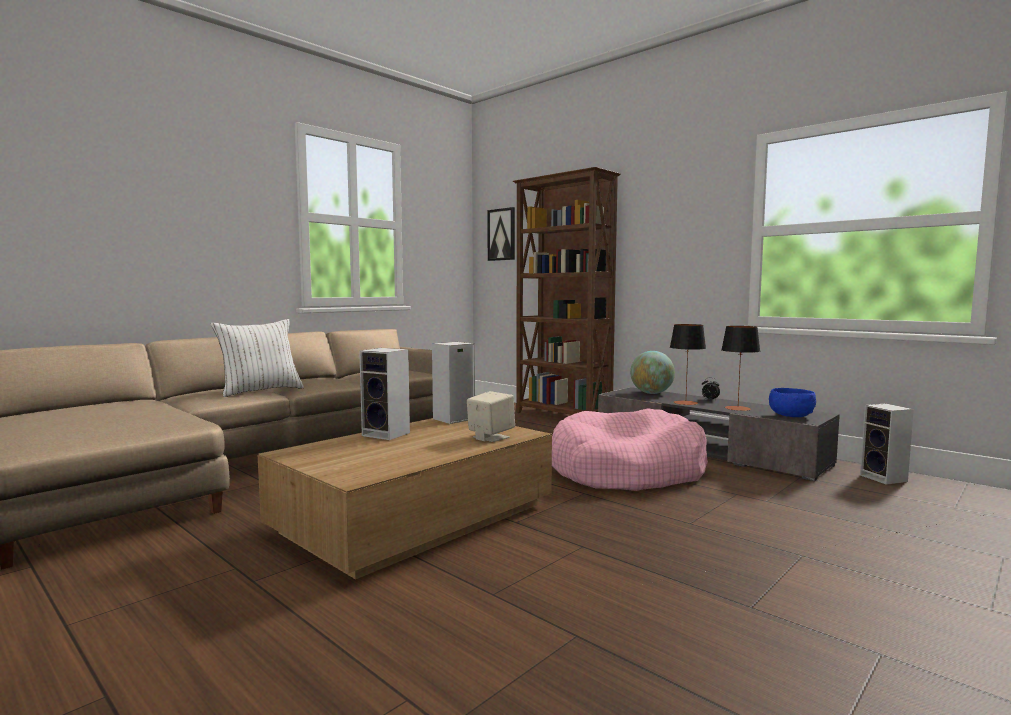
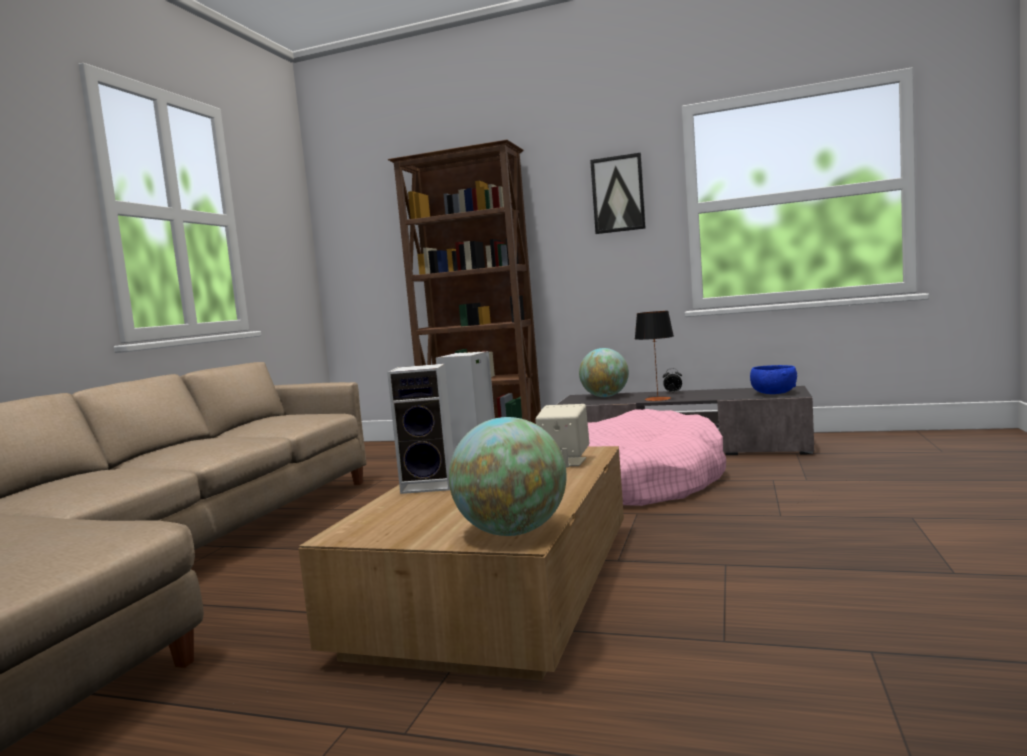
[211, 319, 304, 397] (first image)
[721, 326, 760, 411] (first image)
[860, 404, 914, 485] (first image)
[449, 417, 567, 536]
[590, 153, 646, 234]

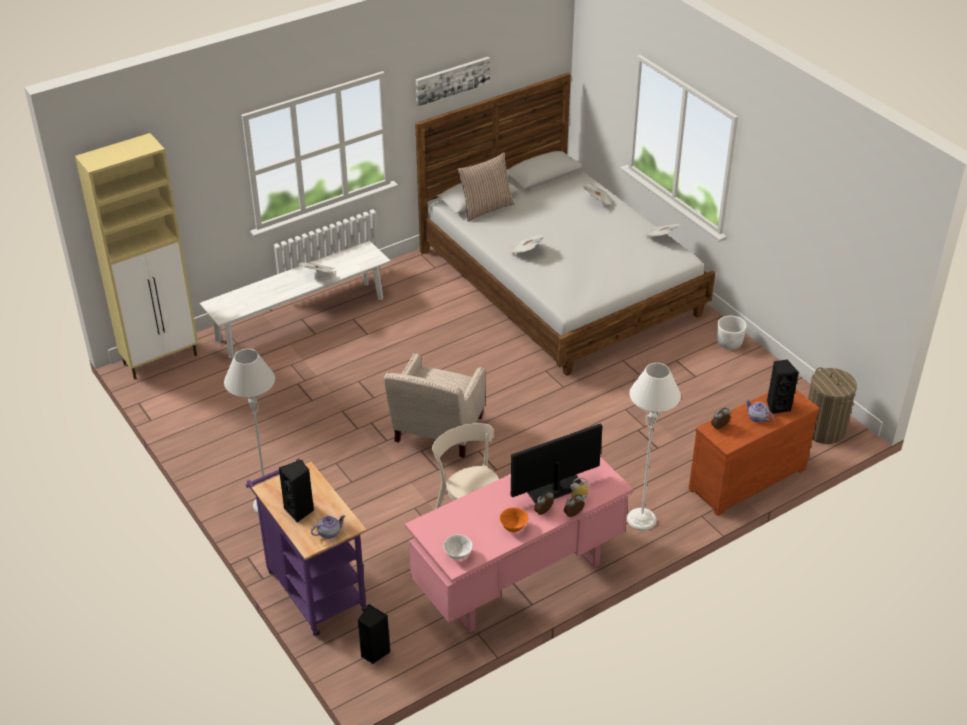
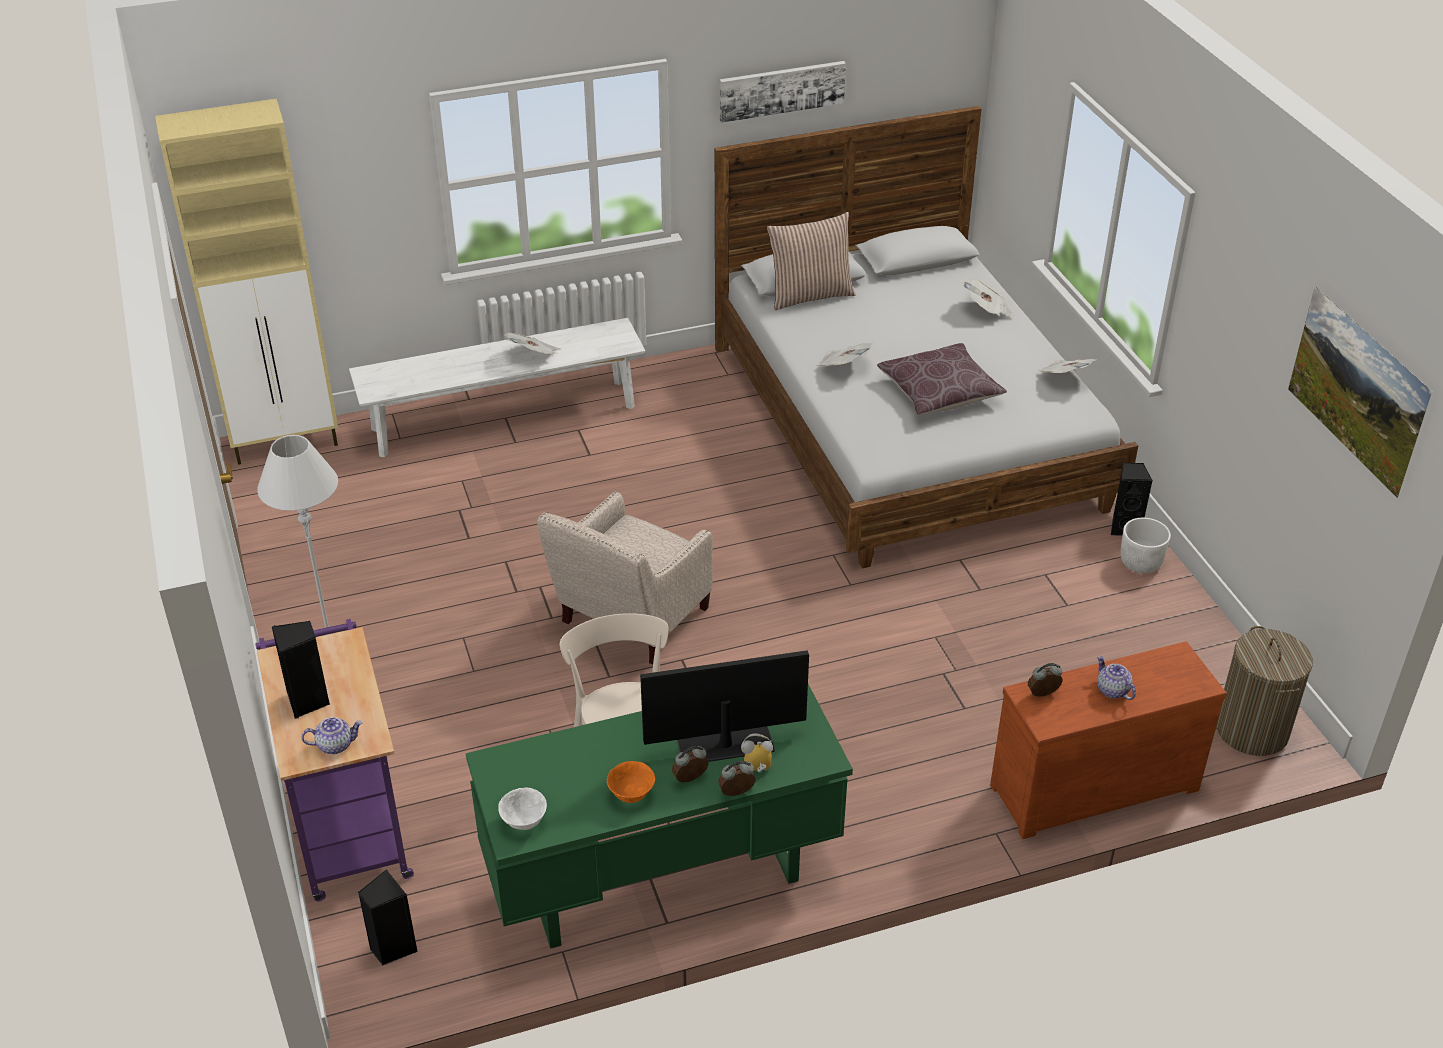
[627, 363, 681, 530] (first image)
[877, 343, 1007, 415]
[1288, 287, 1432, 498]
[1111, 462, 1153, 536]
[466, 684, 853, 948]

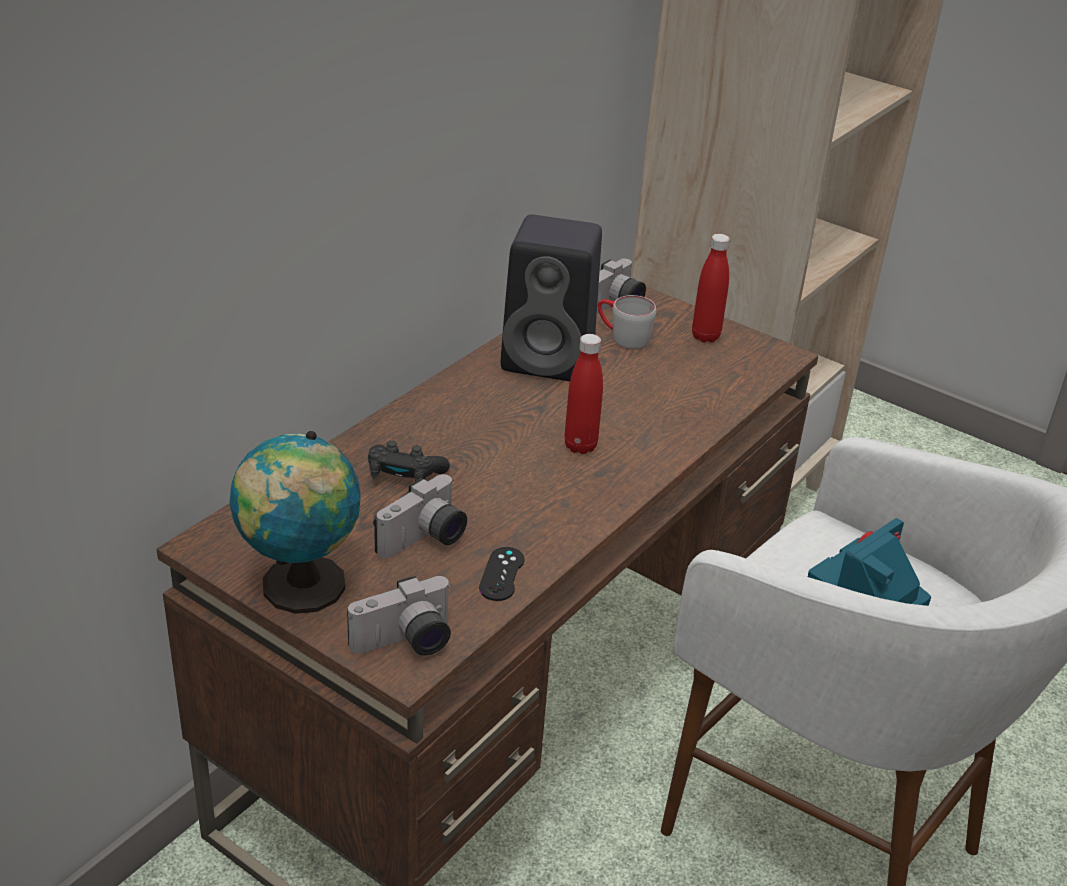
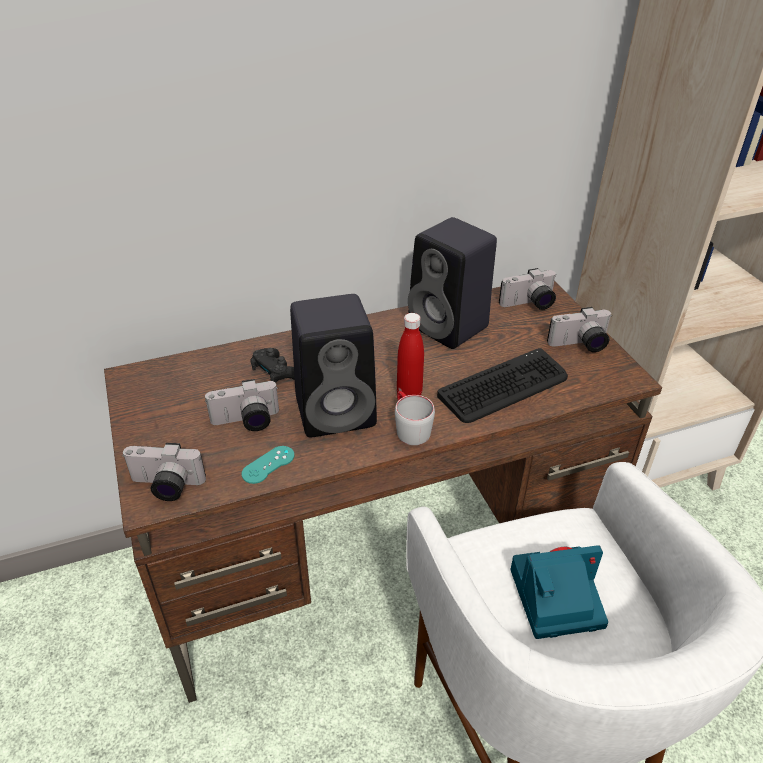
[229, 431, 361, 614] (first image)
[290, 294, 377, 437]
[437, 348, 568, 423]
[395, 391, 435, 445]
[547, 307, 612, 352]
[241, 446, 294, 484]

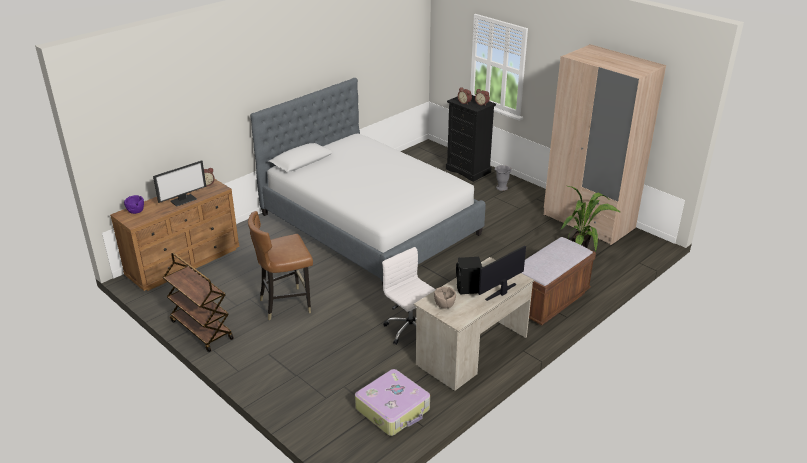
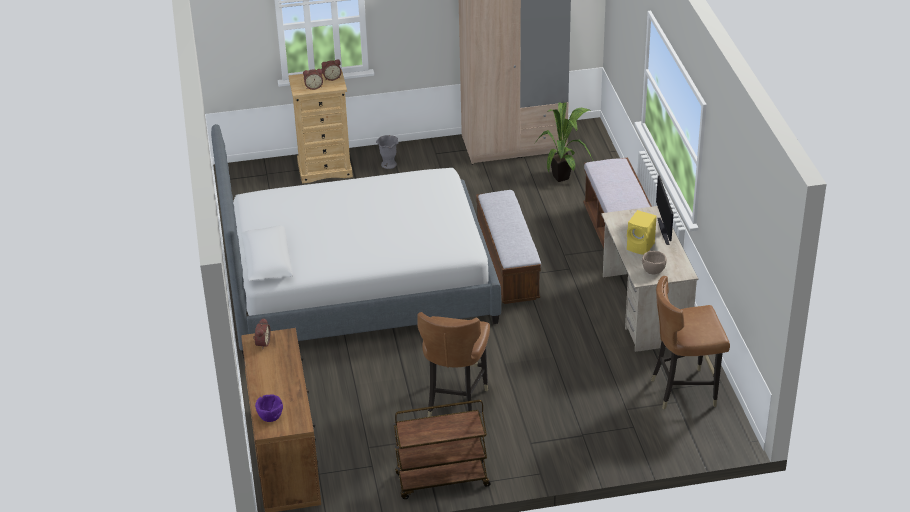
[153, 160, 206, 207] (first image)
[382, 247, 436, 345] (first image)
[476, 190, 541, 304]
[651, 276, 730, 409]
[288, 69, 353, 183]
[627, 210, 657, 255]

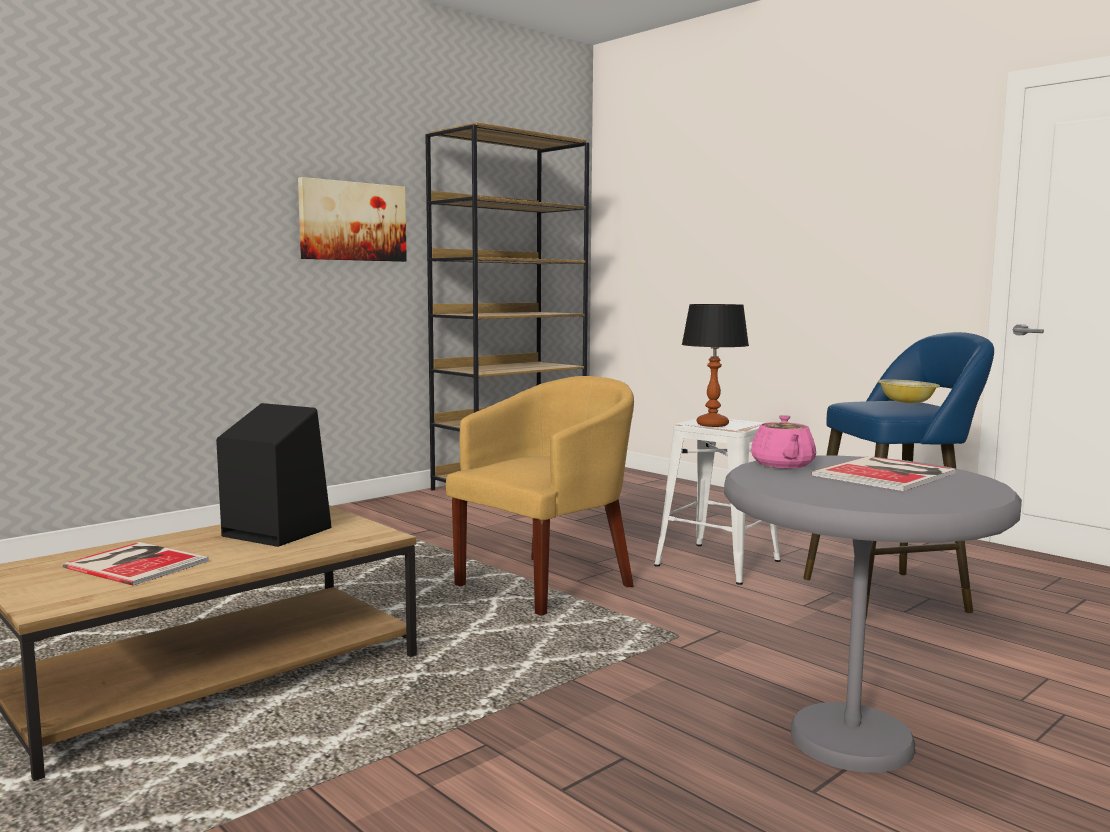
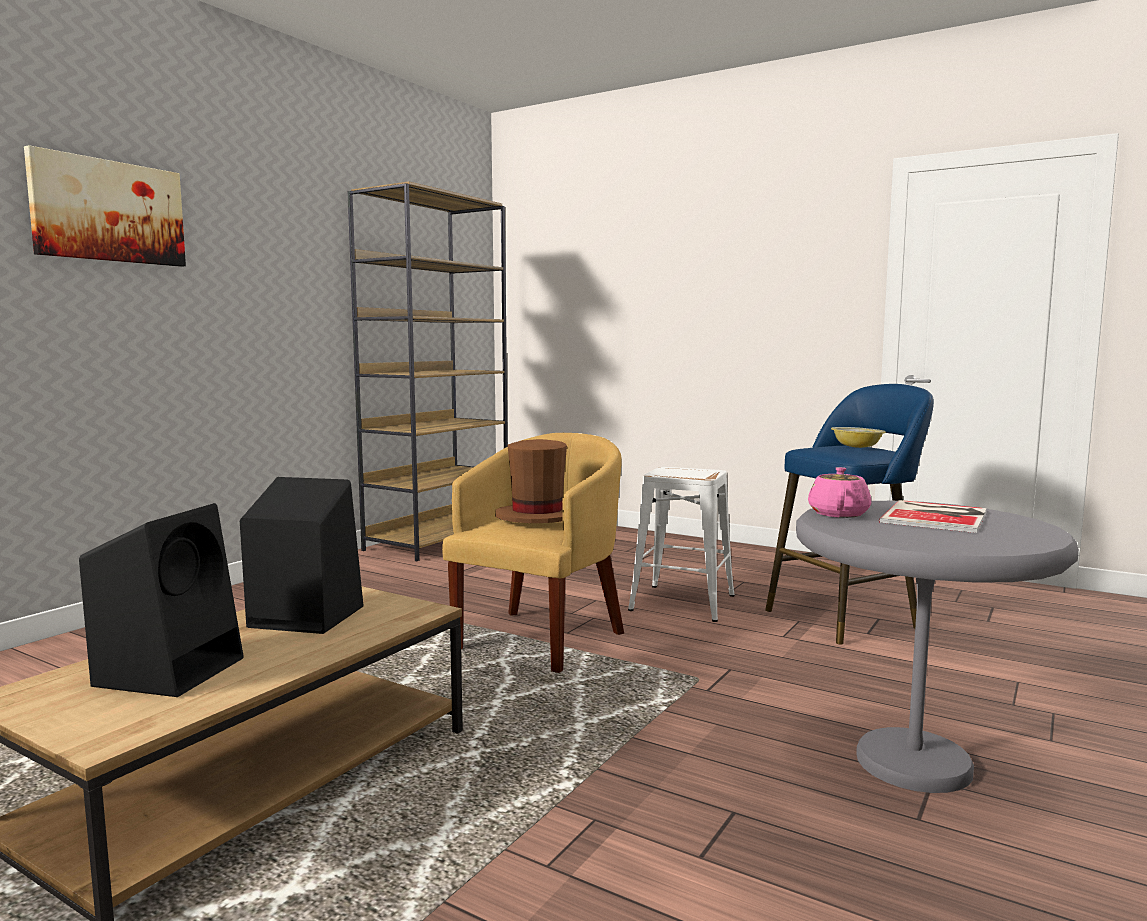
[682, 304, 749, 427] (first image)
[495, 439, 567, 523]
[24, 145, 186, 267]
[79, 503, 244, 697]
[808, 467, 871, 518]

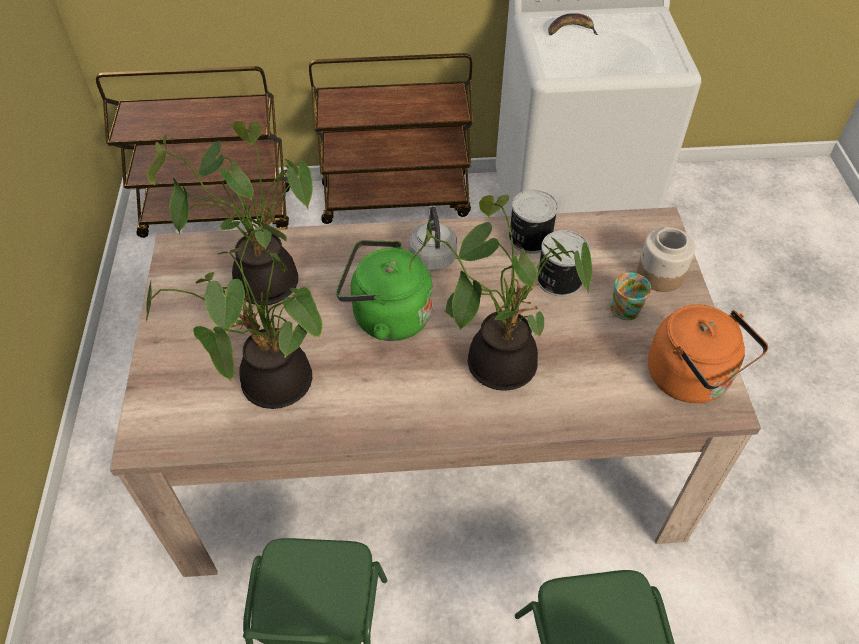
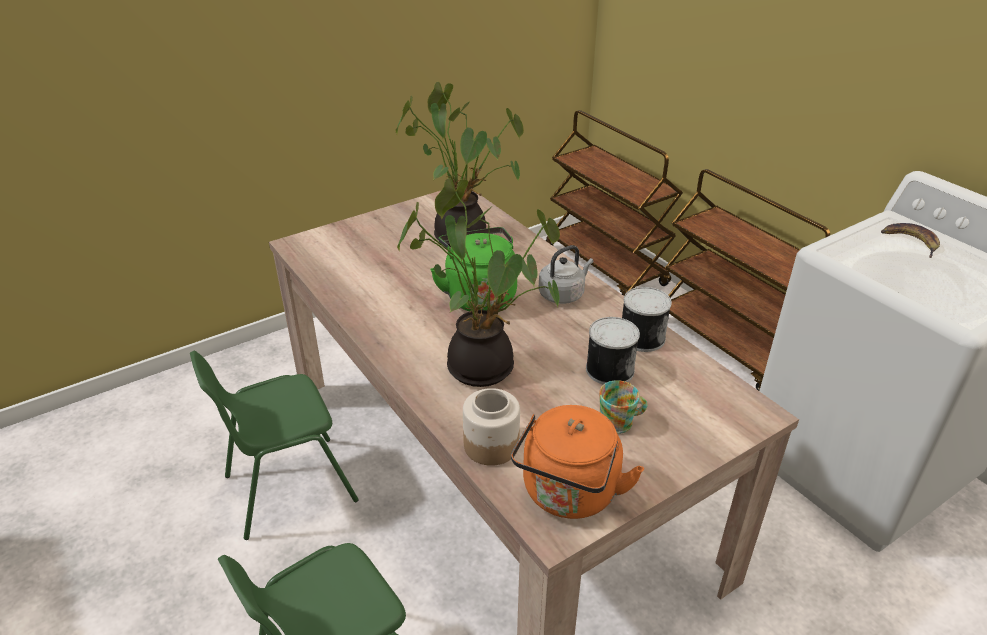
[146, 218, 323, 409] (first image)
[463, 388, 520, 466]

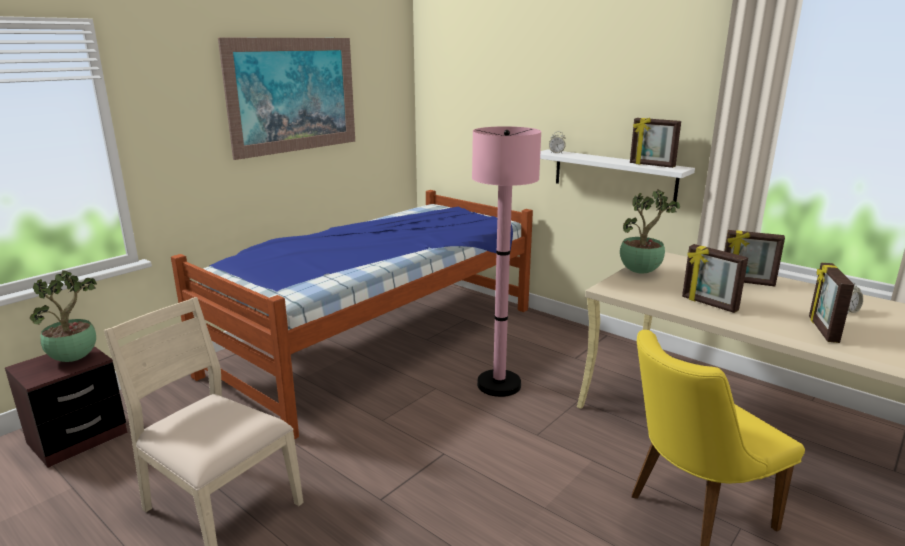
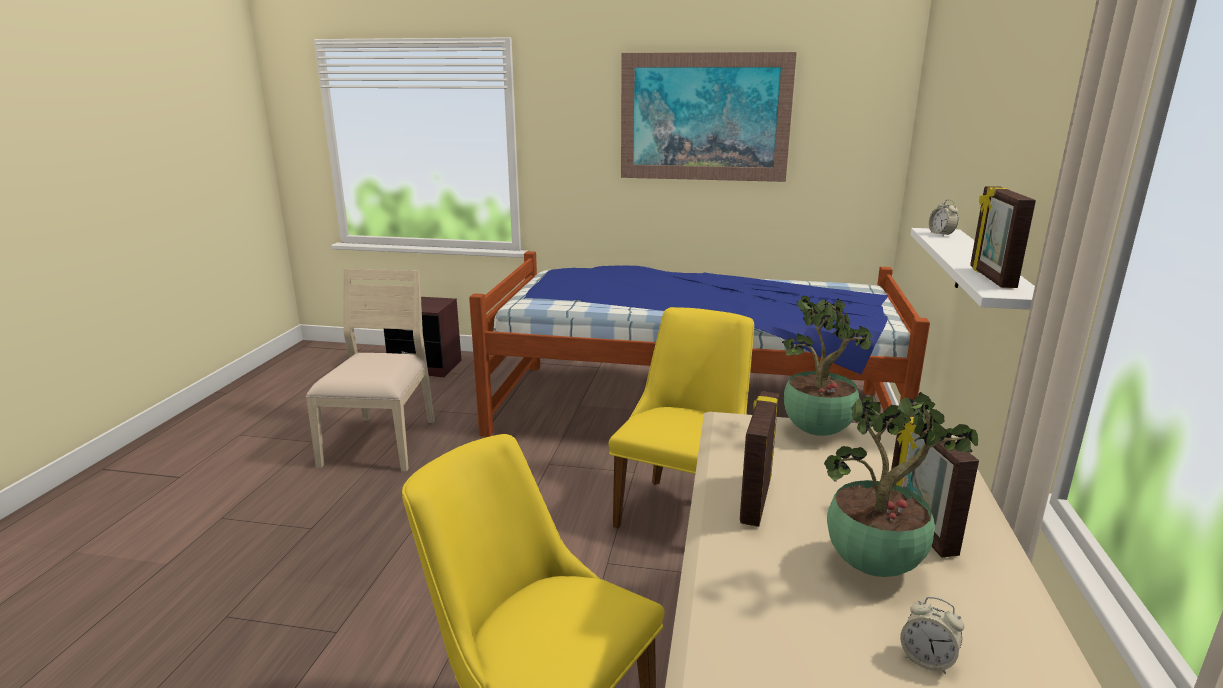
[809, 263, 854, 343] (first image)
[824, 392, 978, 577]
[609, 307, 754, 528]

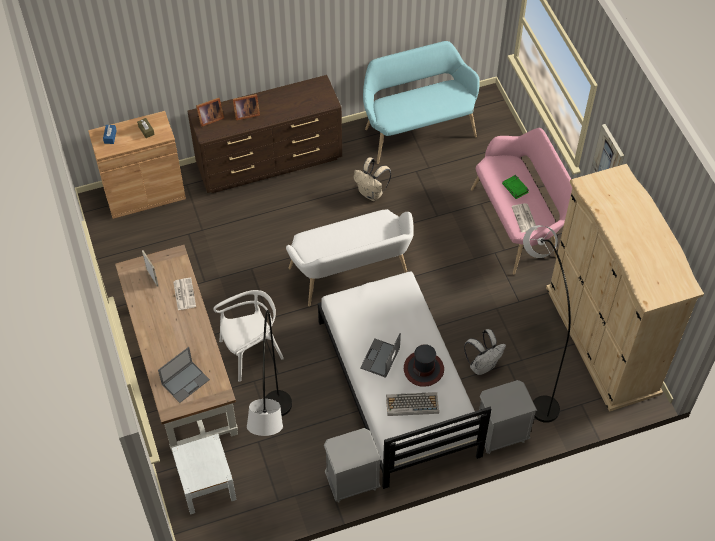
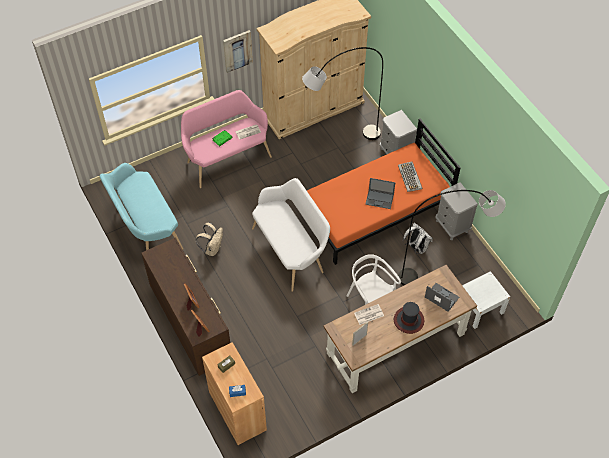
[394, 302, 424, 334]
[403, 223, 433, 254]
[307, 118, 461, 265]

